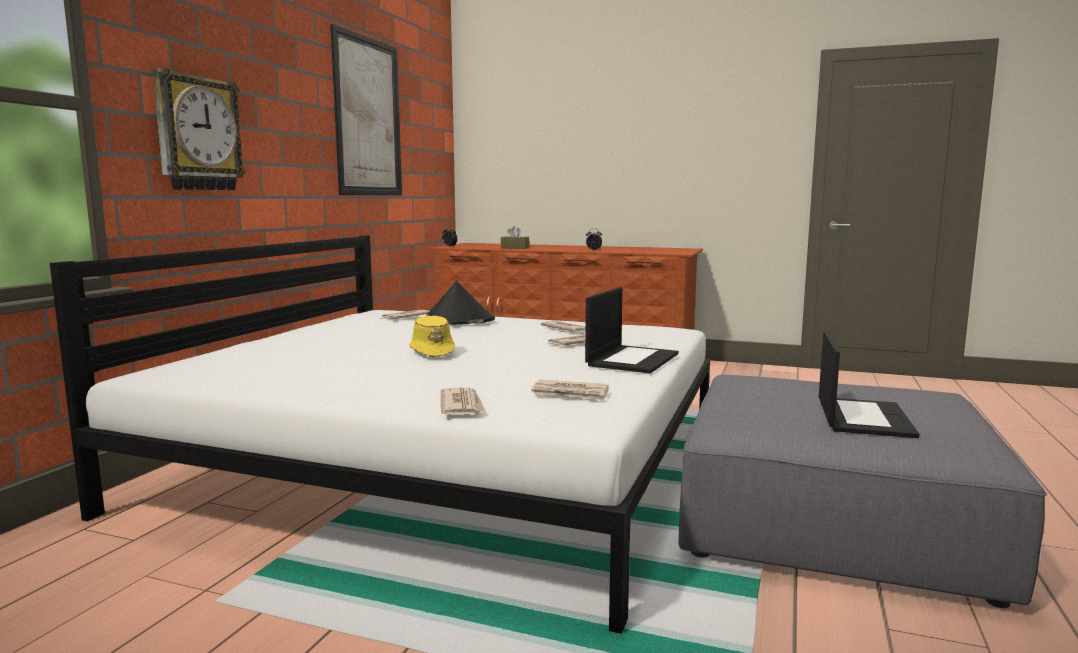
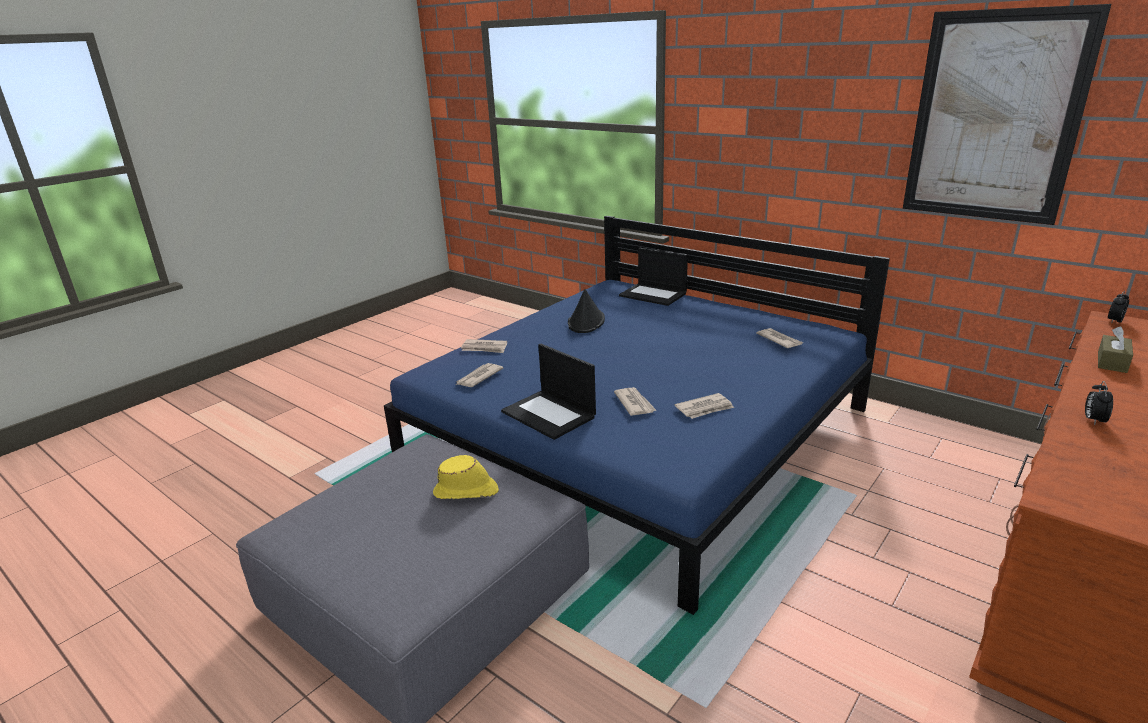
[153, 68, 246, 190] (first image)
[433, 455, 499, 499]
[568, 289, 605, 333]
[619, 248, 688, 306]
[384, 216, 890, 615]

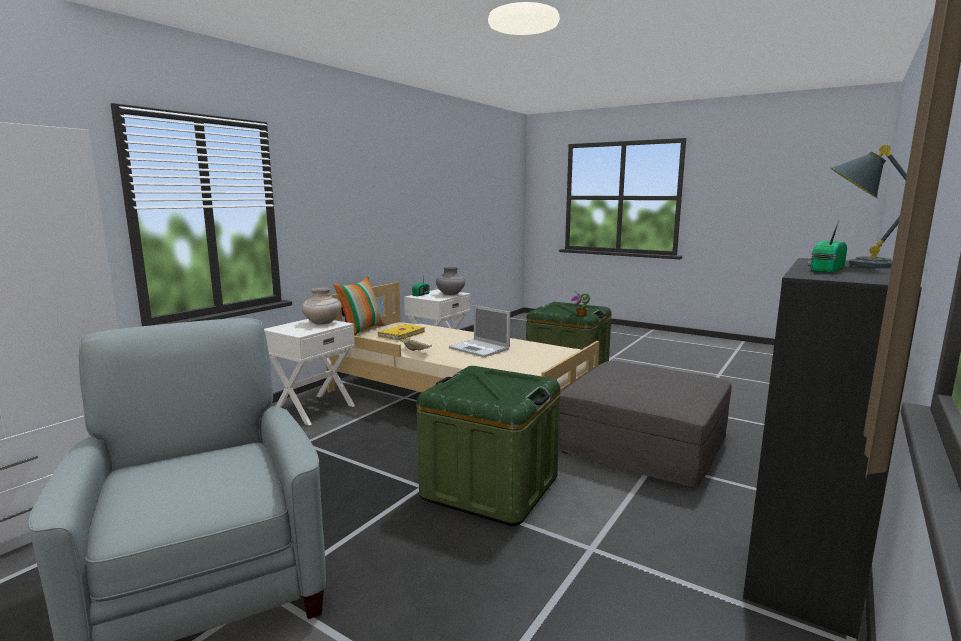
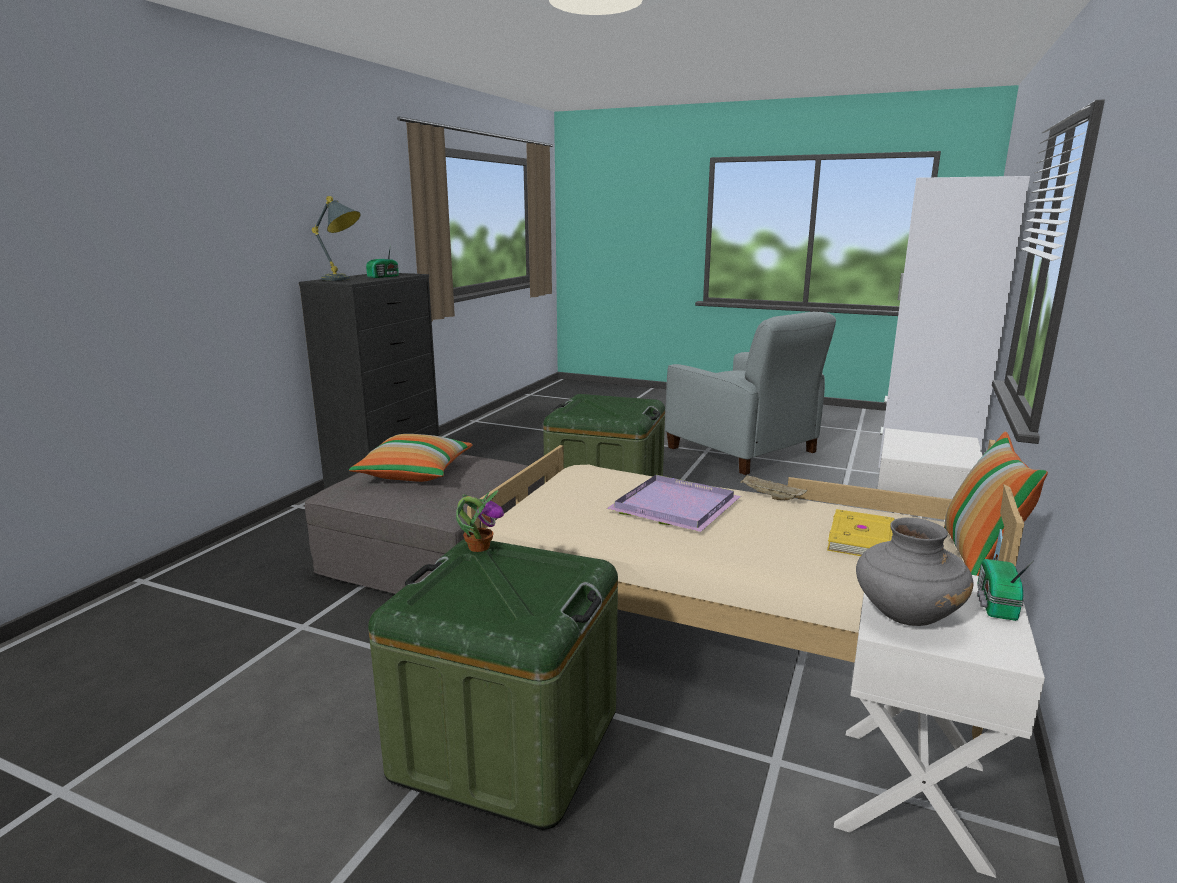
[302, 287, 341, 325] (first image)
[349, 434, 473, 482]
[606, 475, 741, 532]

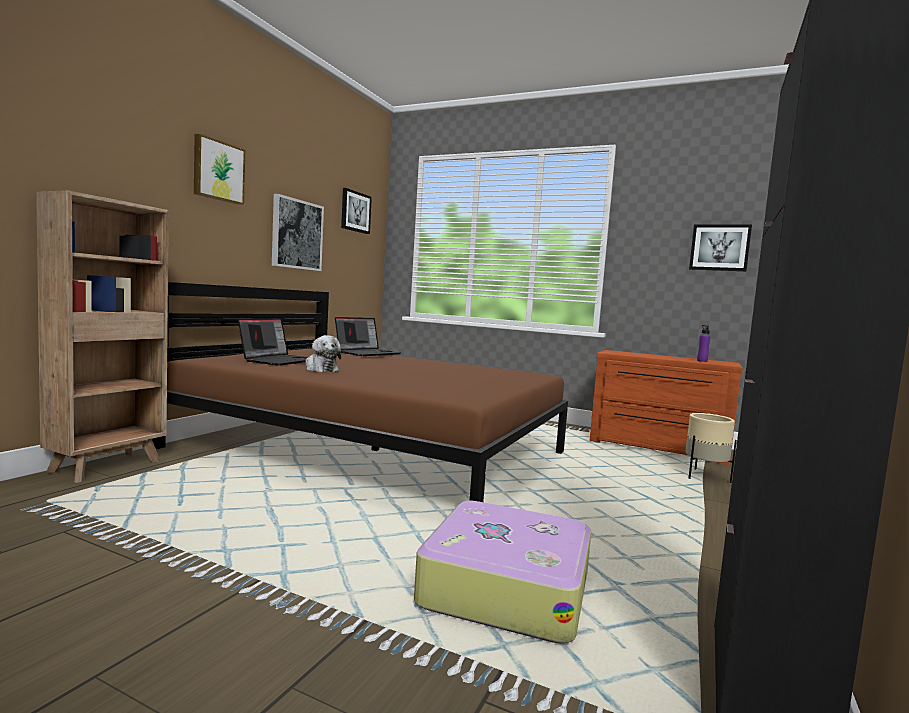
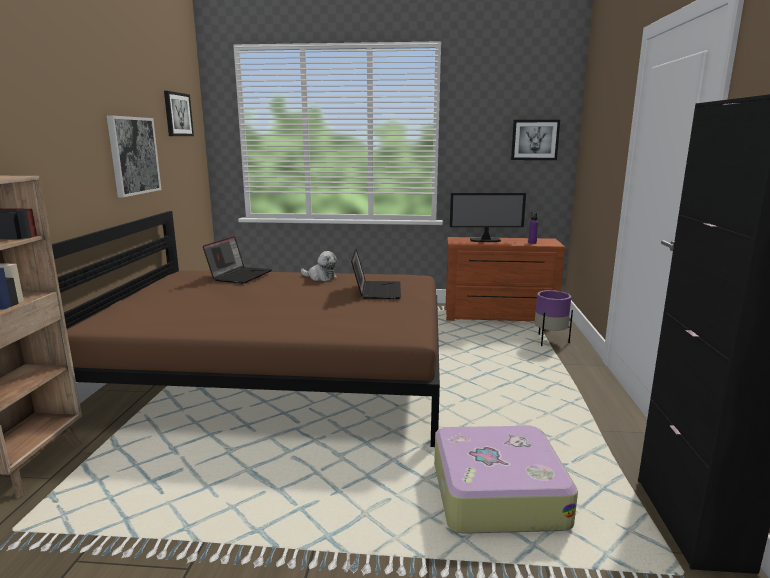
[194, 134, 245, 205] (first image)
[450, 193, 526, 242]
[351, 249, 401, 299]
[301, 251, 337, 281]
[535, 290, 573, 346]

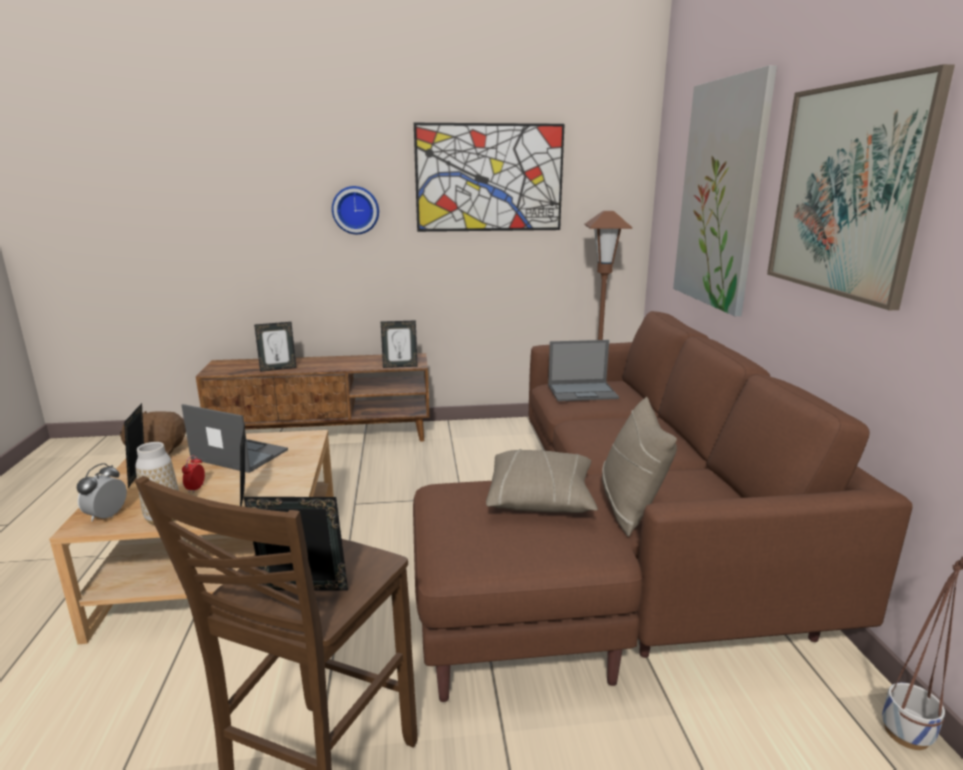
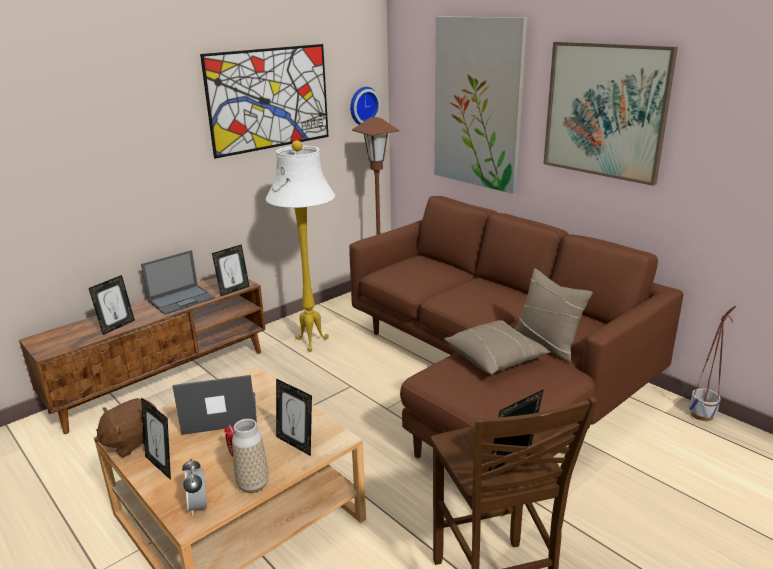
[266, 140, 335, 352]
[350, 87, 381, 125]
[141, 250, 215, 315]

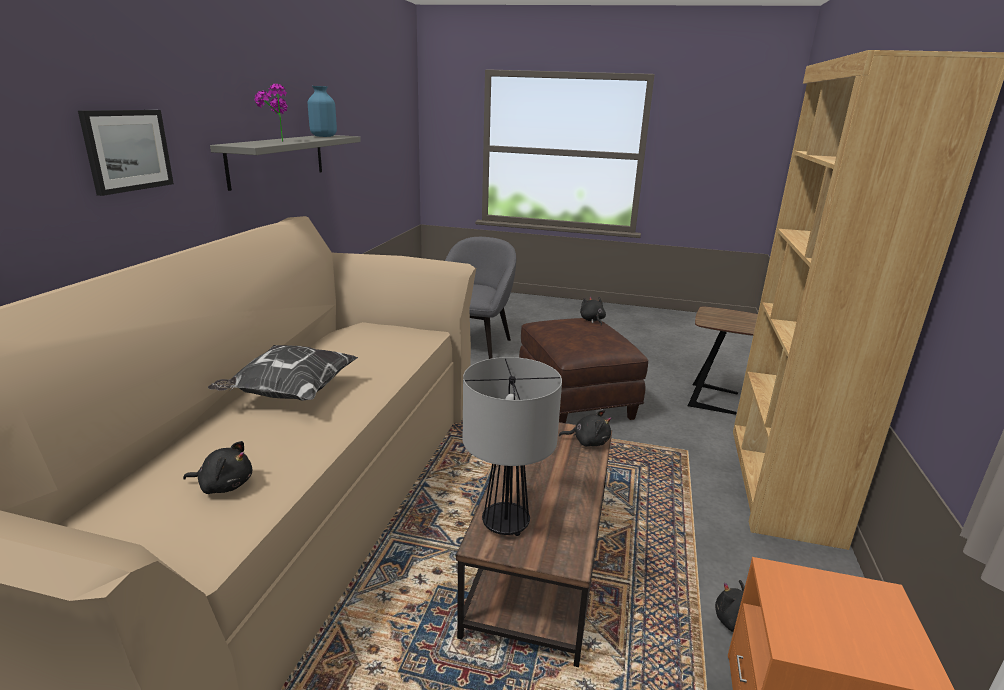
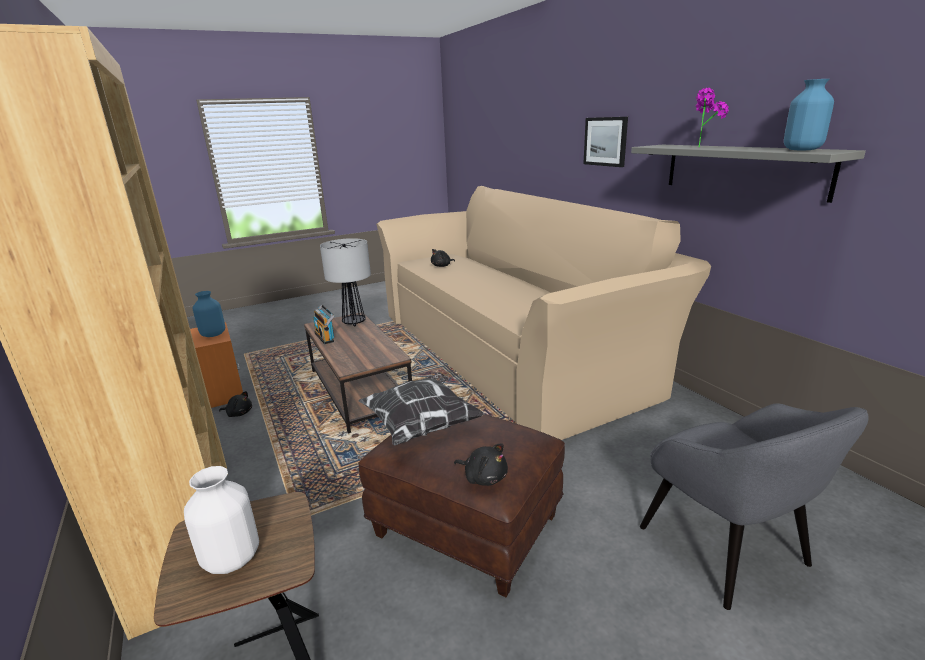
[559, 410, 612, 447] (first image)
[184, 466, 259, 574]
[193, 291, 225, 337]
[313, 304, 334, 344]
[358, 373, 484, 446]

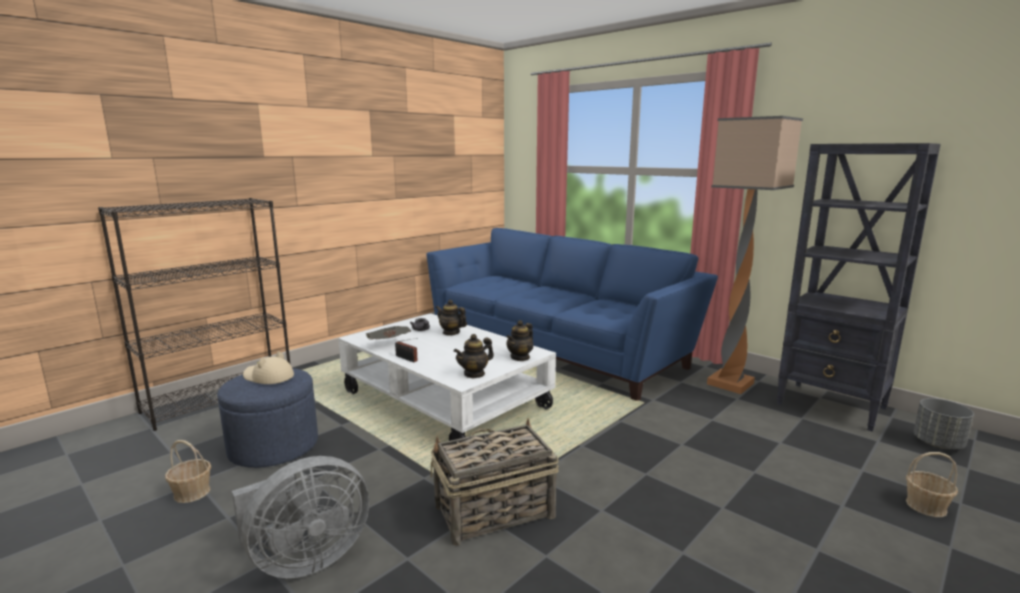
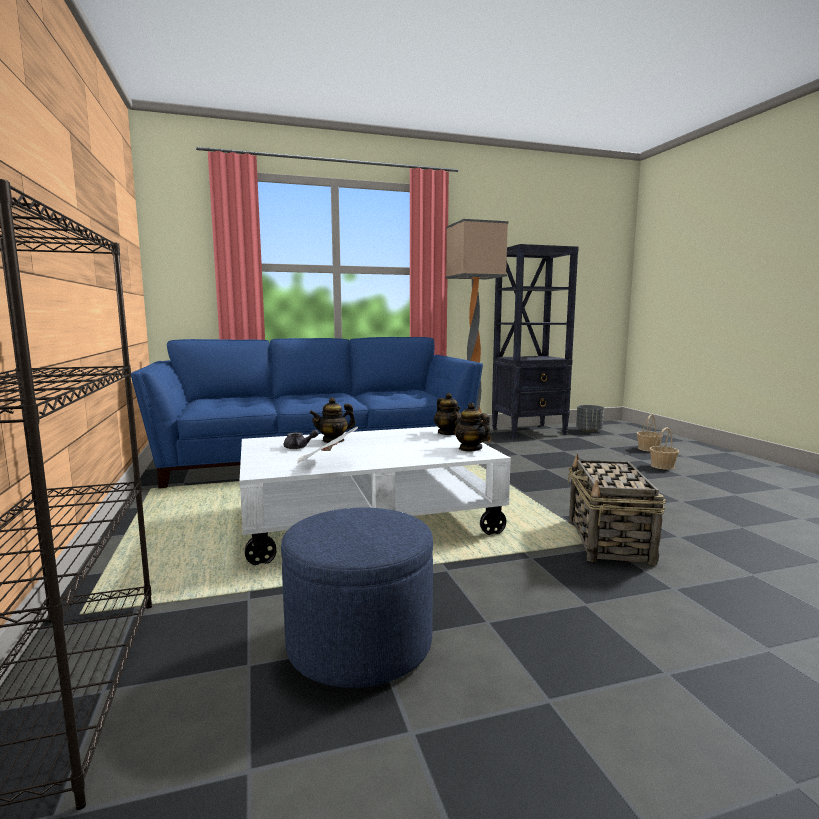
[232, 456, 369, 578] (first image)
[243, 351, 294, 384] (first image)
[395, 338, 418, 362] (first image)
[649, 427, 679, 470]
[454, 403, 490, 451]

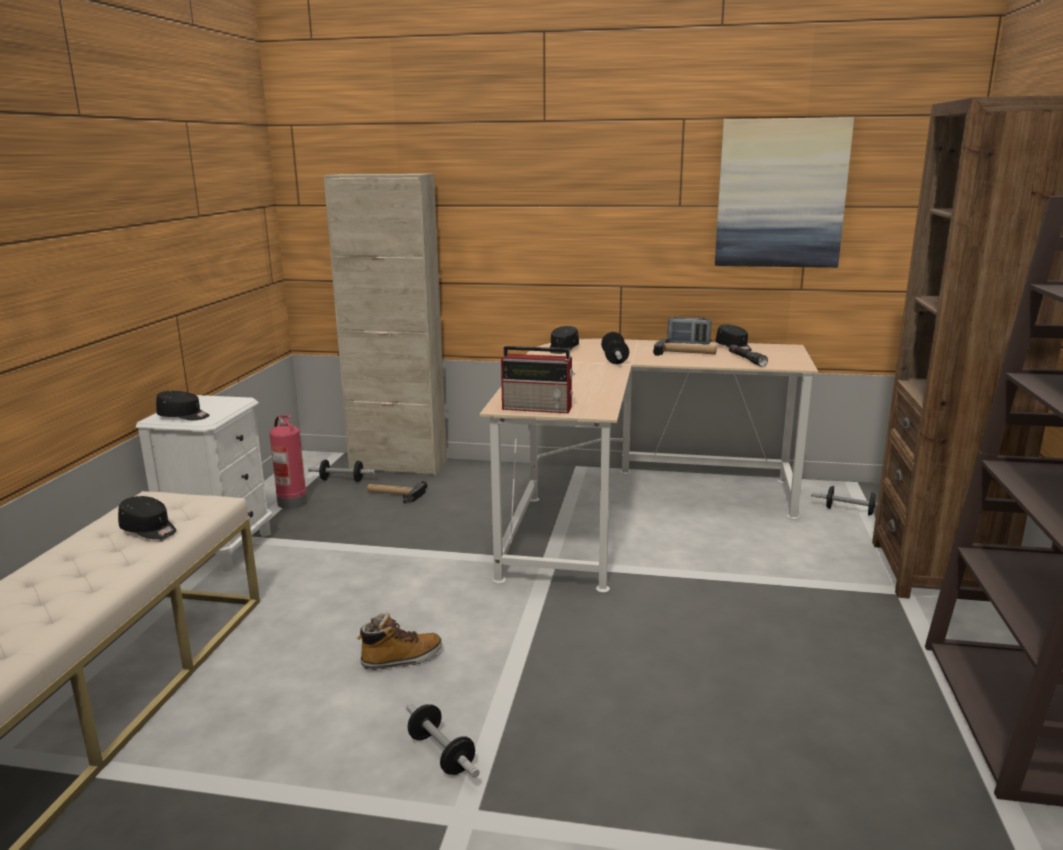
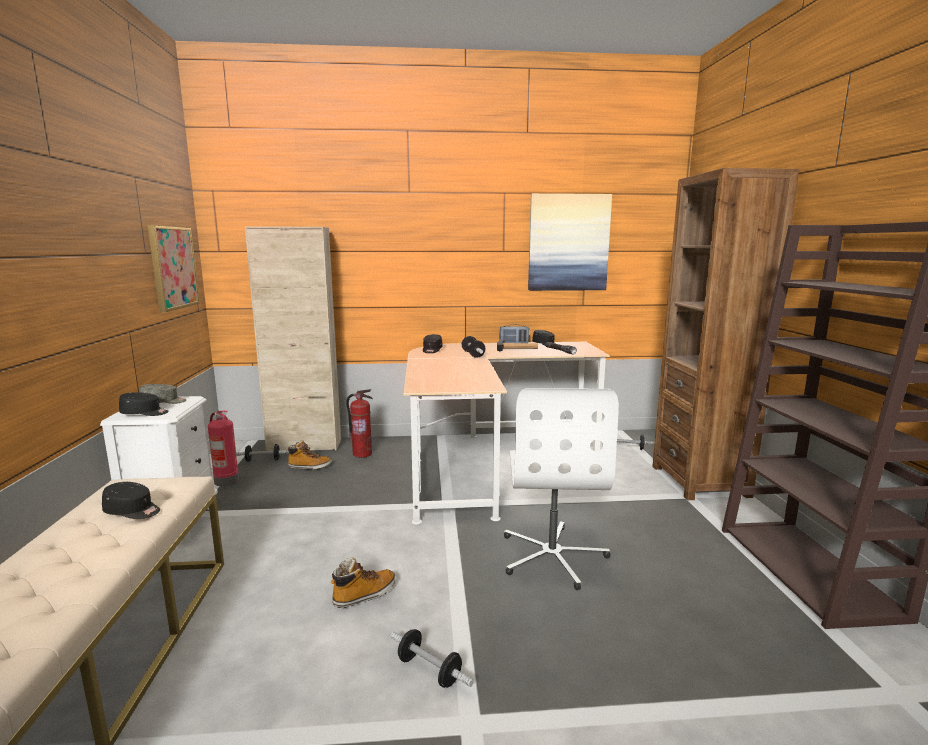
[501, 346, 575, 413] (first image)
[139, 384, 187, 404]
[148, 225, 200, 312]
[346, 389, 373, 458]
[504, 388, 619, 590]
[287, 440, 332, 470]

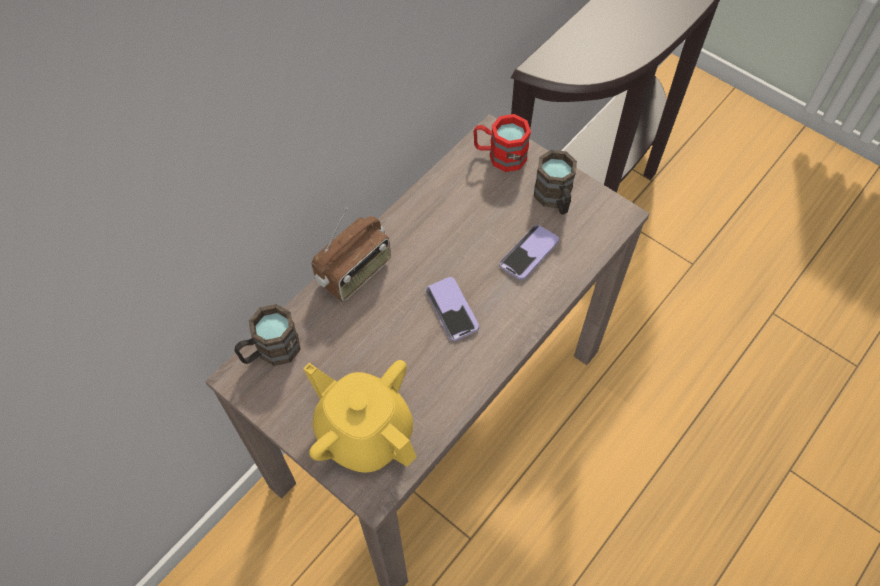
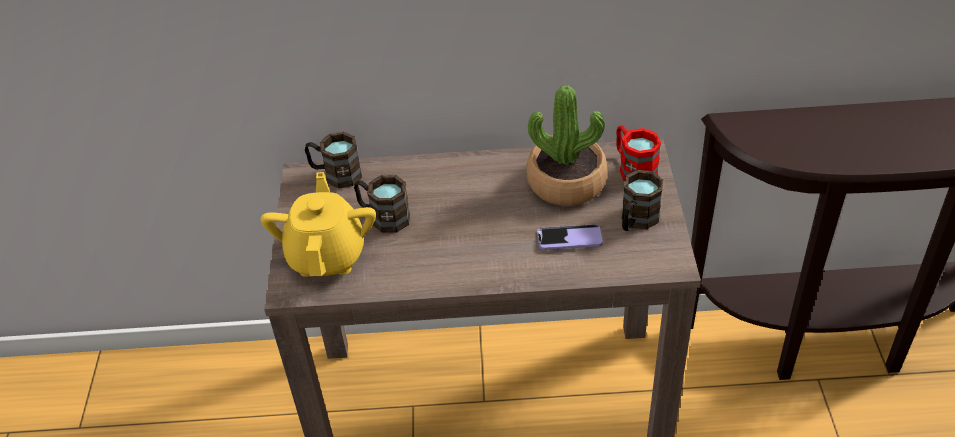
[312, 208, 391, 302] (first image)
[426, 277, 479, 341] (first image)
[354, 175, 410, 233]
[526, 85, 608, 206]

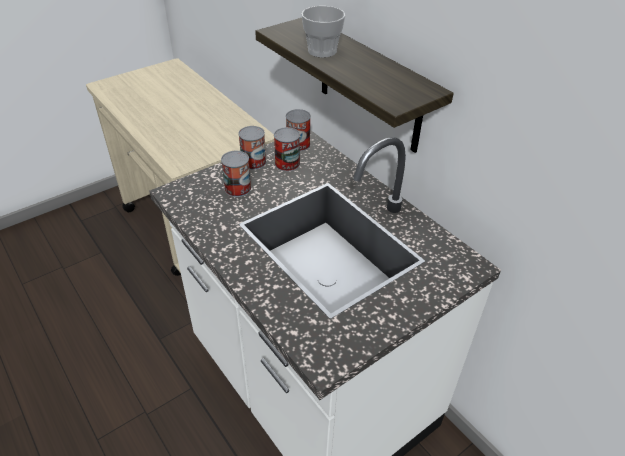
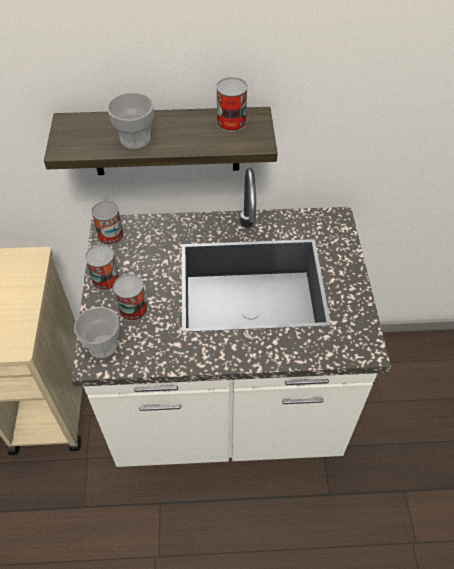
[74, 307, 119, 358]
[216, 77, 248, 132]

